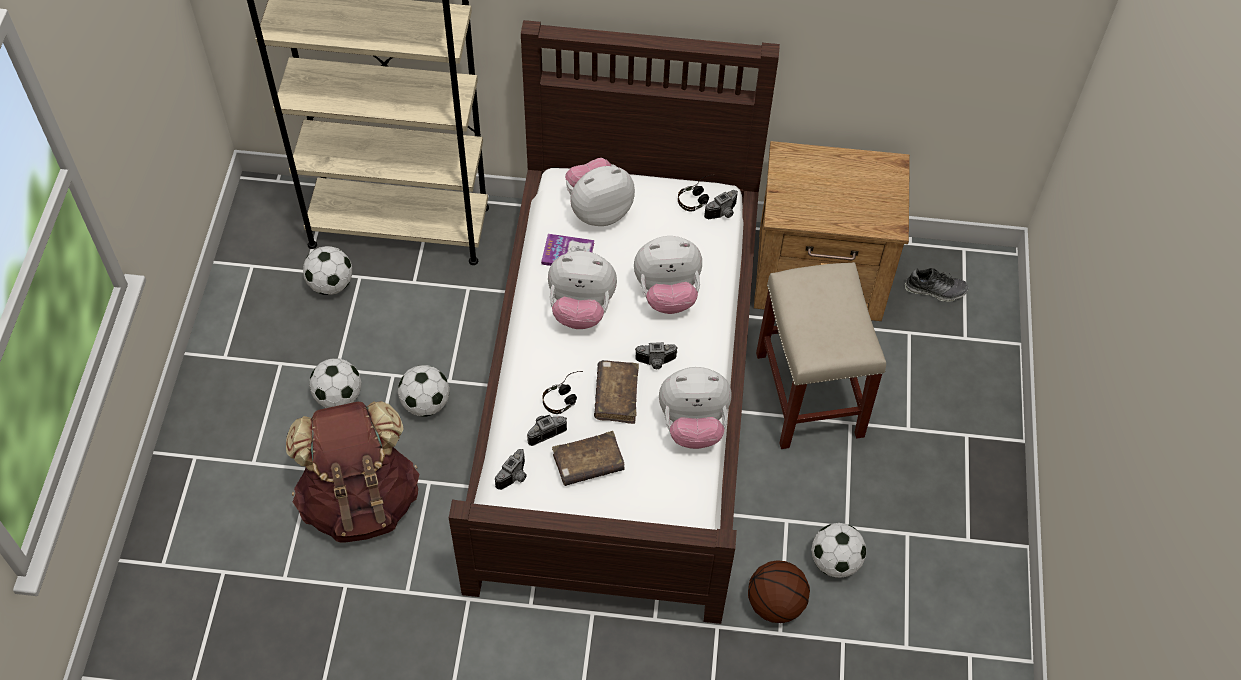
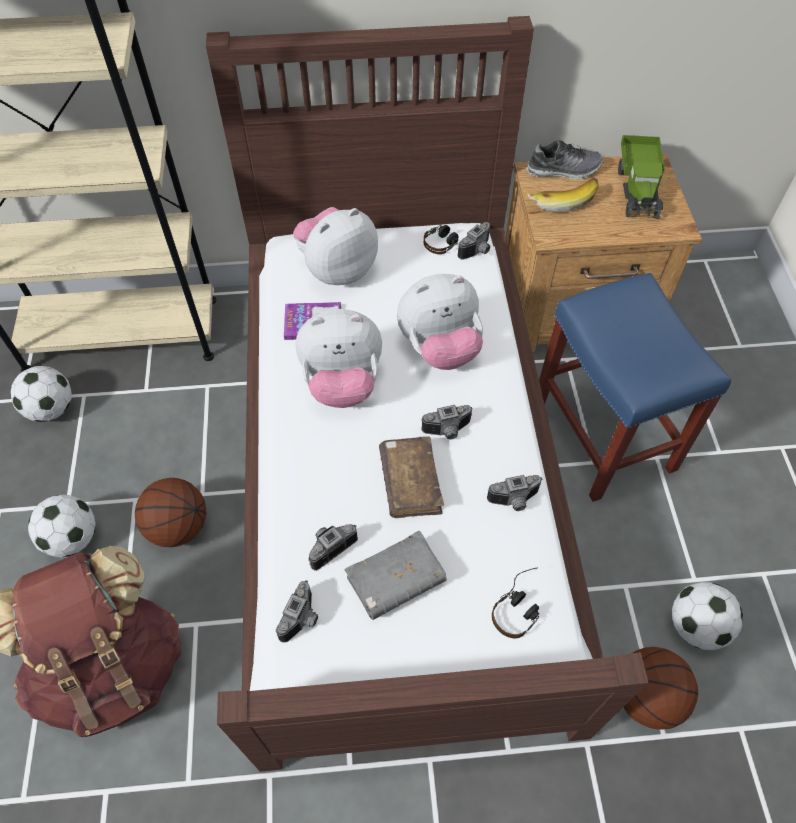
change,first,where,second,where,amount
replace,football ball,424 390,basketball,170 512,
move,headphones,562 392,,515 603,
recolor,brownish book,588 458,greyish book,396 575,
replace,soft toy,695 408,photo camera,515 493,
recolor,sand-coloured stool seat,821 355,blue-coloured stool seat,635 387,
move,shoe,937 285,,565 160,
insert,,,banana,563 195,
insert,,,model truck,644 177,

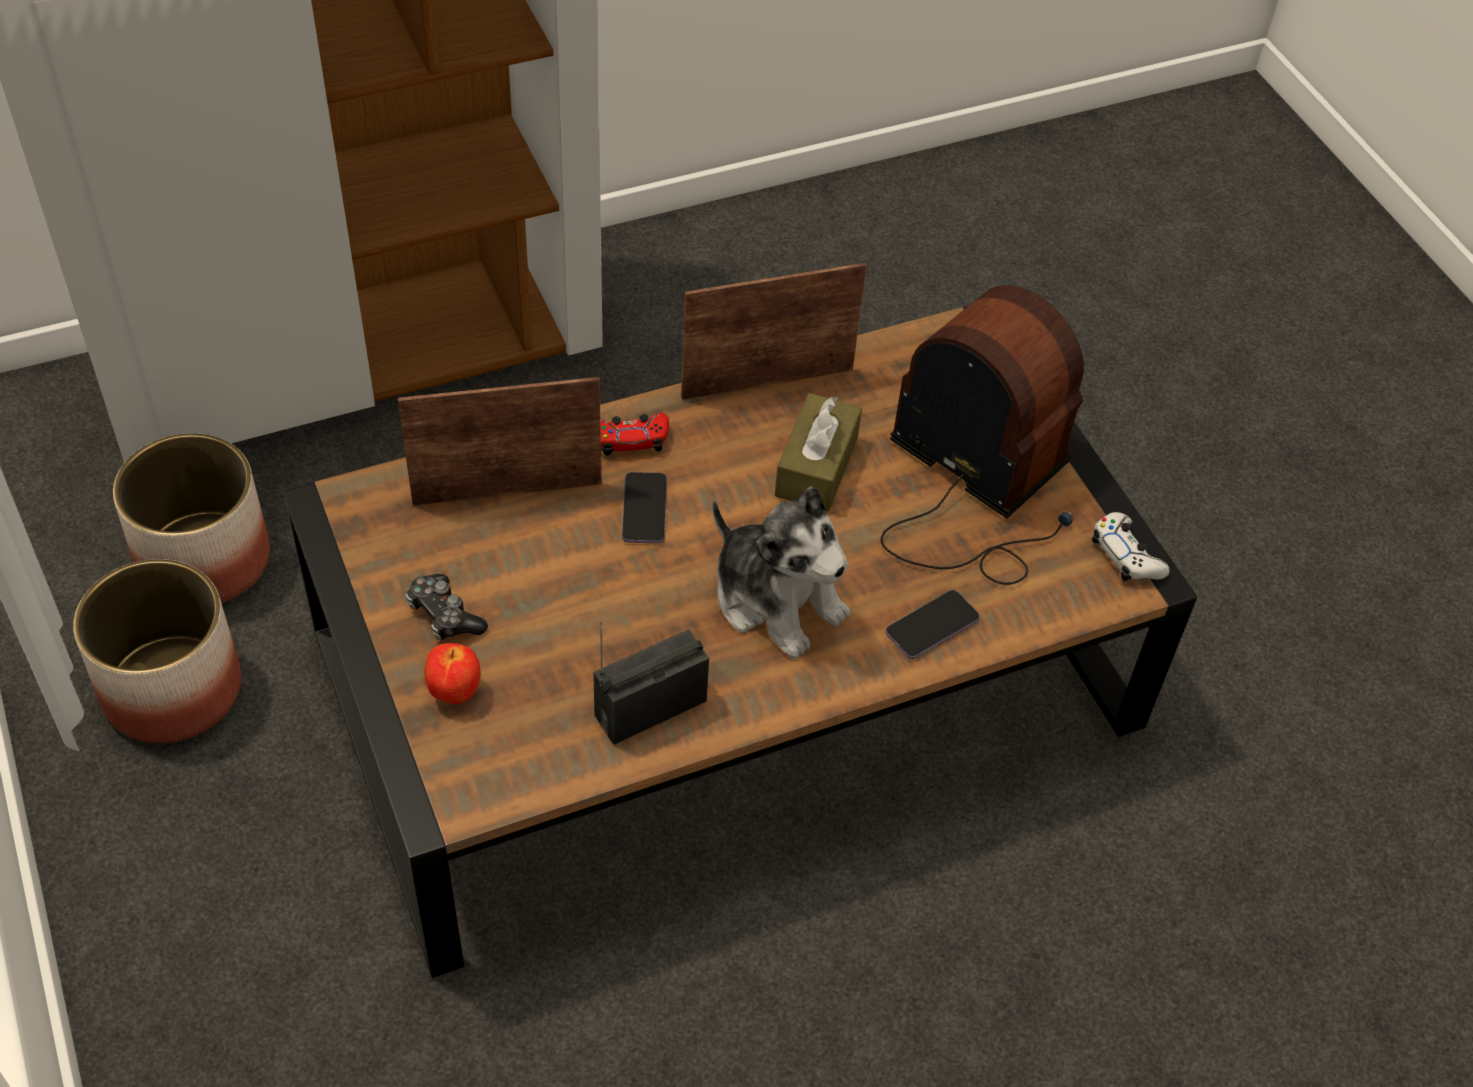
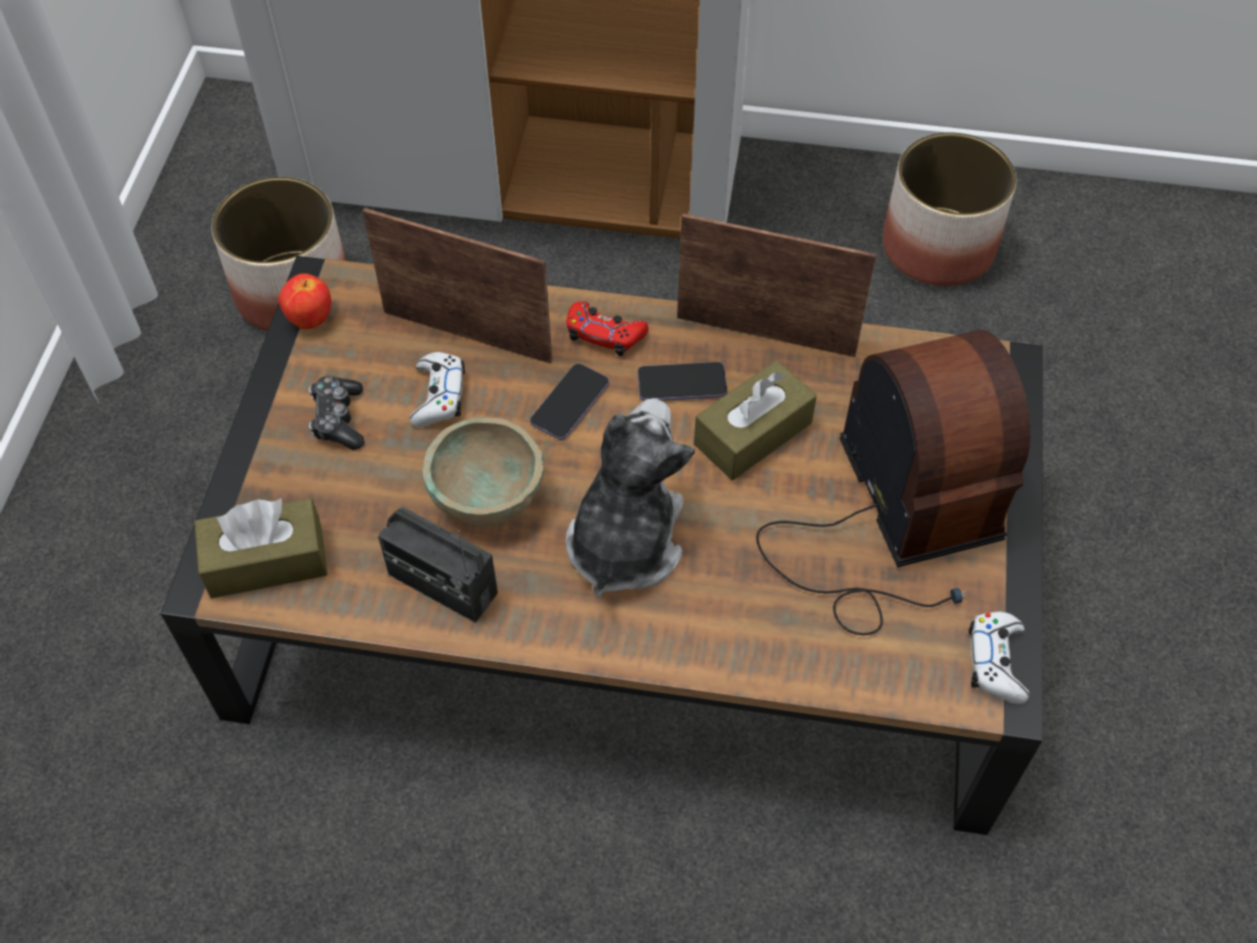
change,first,where,second,where,amount
move,planter,157 651,,950 209,
move,whole apple,452 673,,305 301,
rotate,radio receiver,651 683,,438 565,150 degrees counterclockwise
rotate,soft toy,781 572,,630 497,150 degrees counterclockwise
move,phone,932 624,,682 381,
insert,,,brownish tissue box,261 548,
insert,,,whitish joypad,437 389,
insert,,,sand-coloured bowl,483 471,

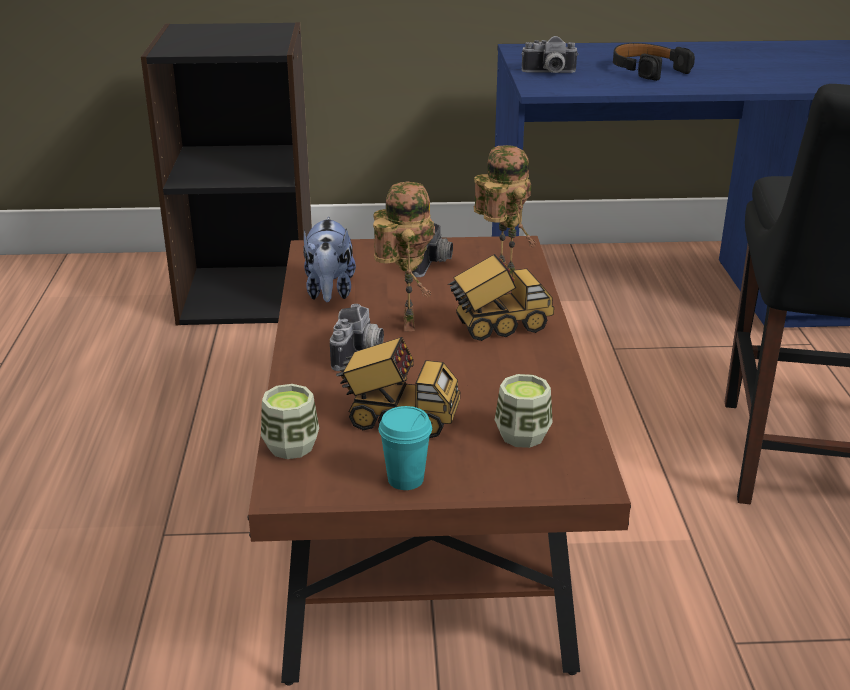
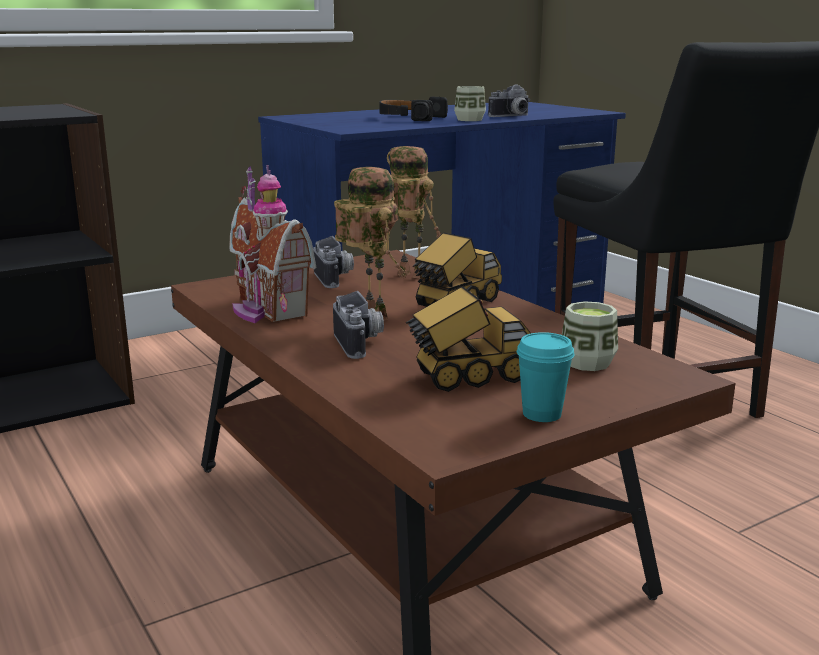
change,first,where,second,where,amount
move,cup,290 421,,470 103,
replace,soft toy,329 259,toy house,273 243,
move,photo camera,550 54,,509 100,

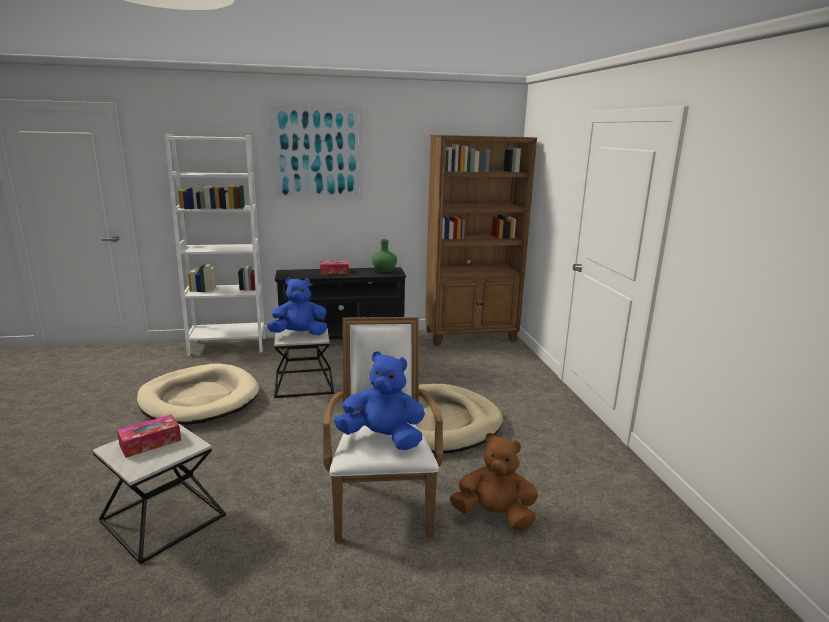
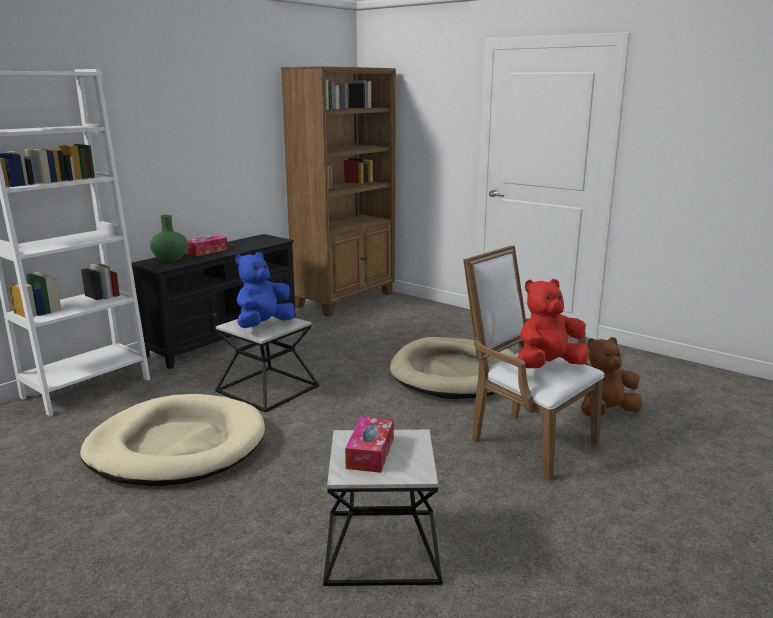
change,first,where,second,where,amount
delete,wall art,315 152,,,
recolor,blue-coloured soft toy,379 400,red soft toy,553 323,
move,greenish flower vase,384 256,,168 238,

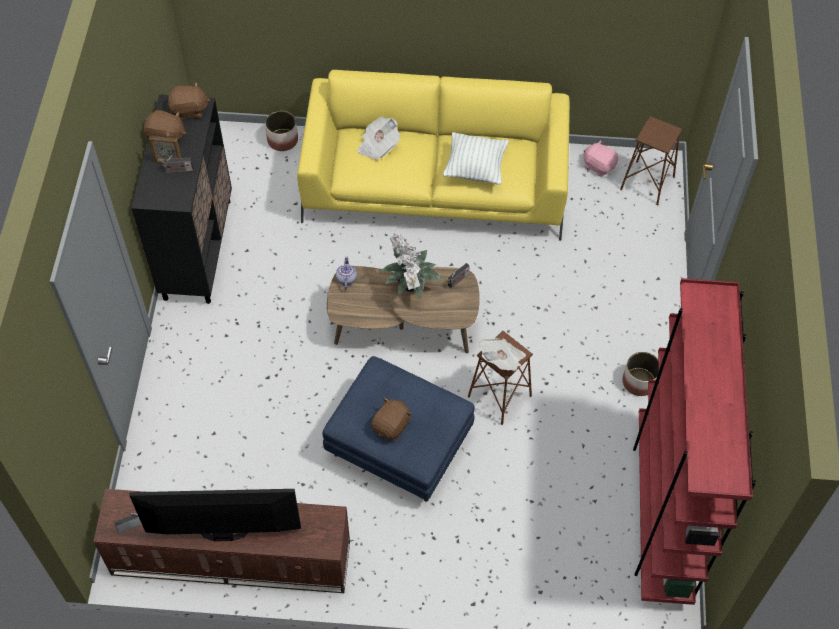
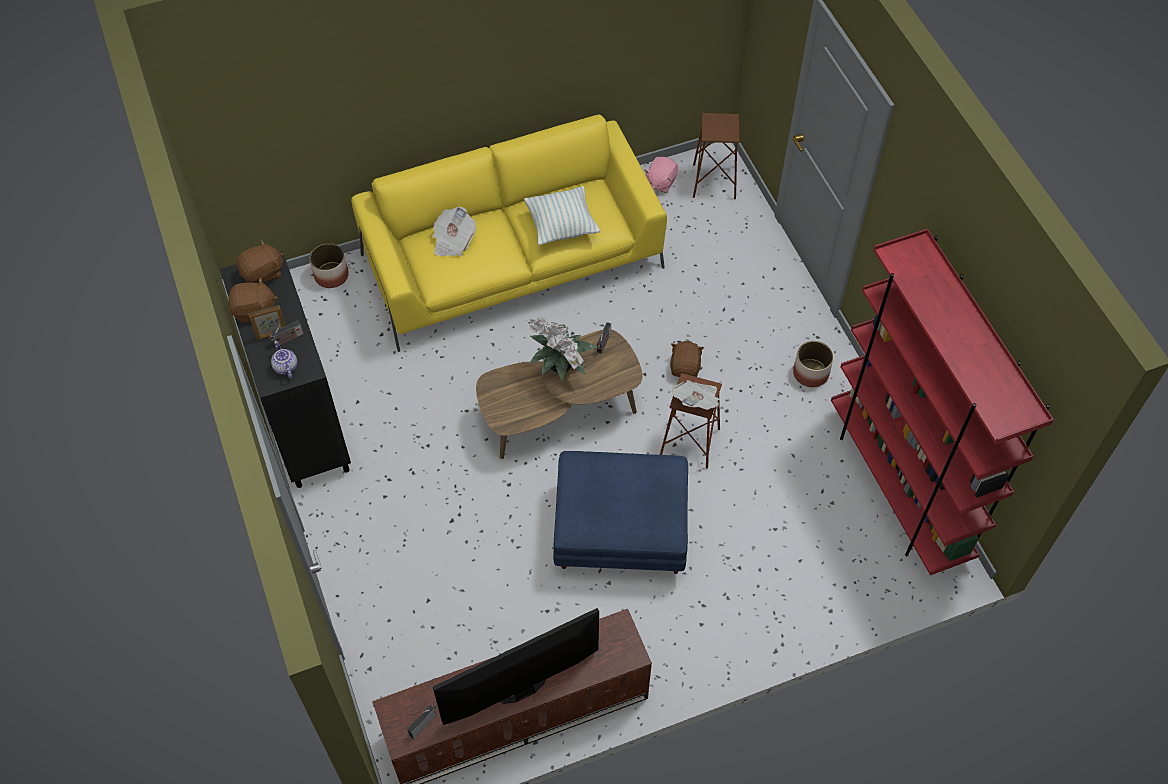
change,first,where,second,where,amount
move,tea pot,346 272,,284 359,
move,brownish soft toy,391 419,,687 359,
rotate,pink-coloured soft toy,600 158,,661 175,75 degrees counterclockwise

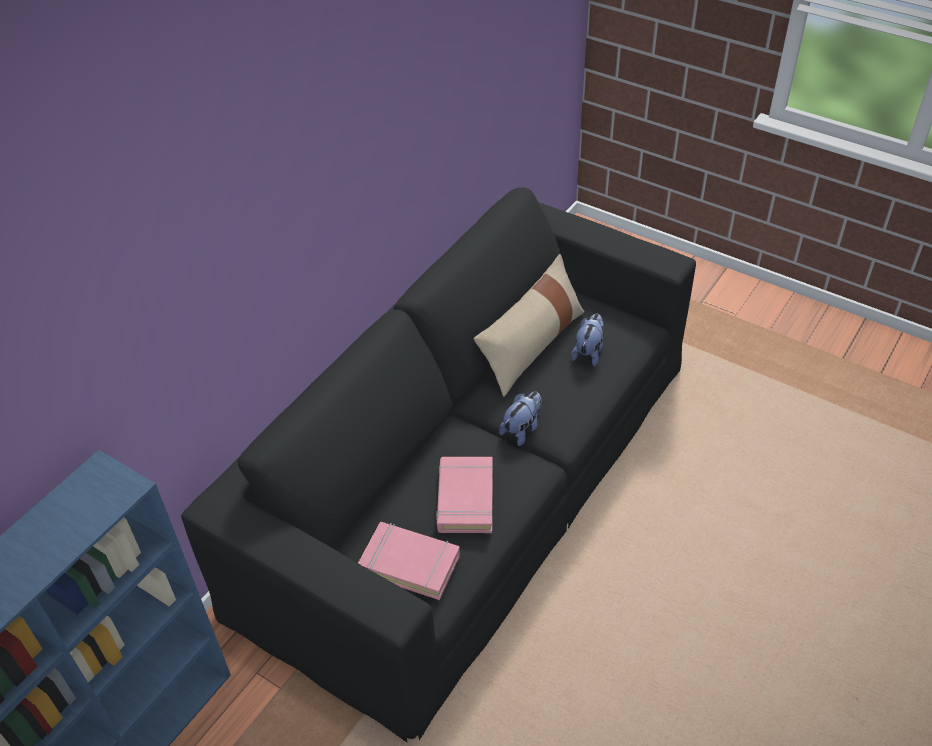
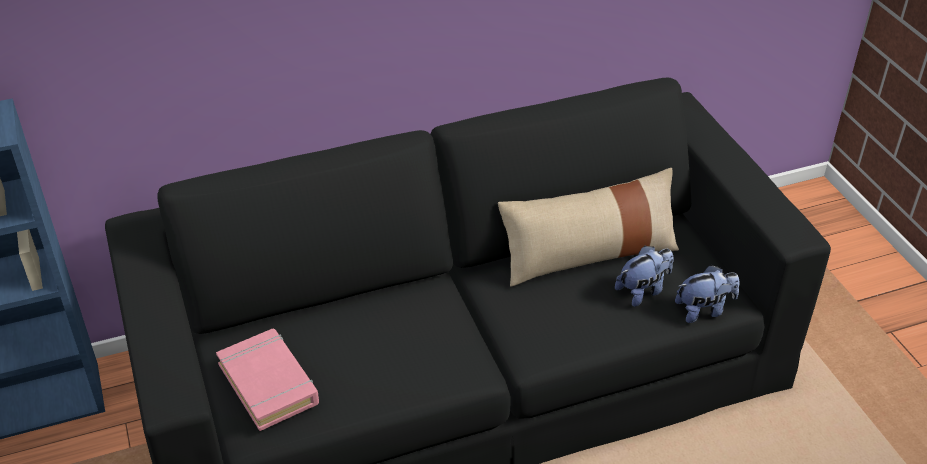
change,first,where,second,where,amount
delete,pink-coloured book,464 495,,,
move,soft toy,520 419,,707 294,

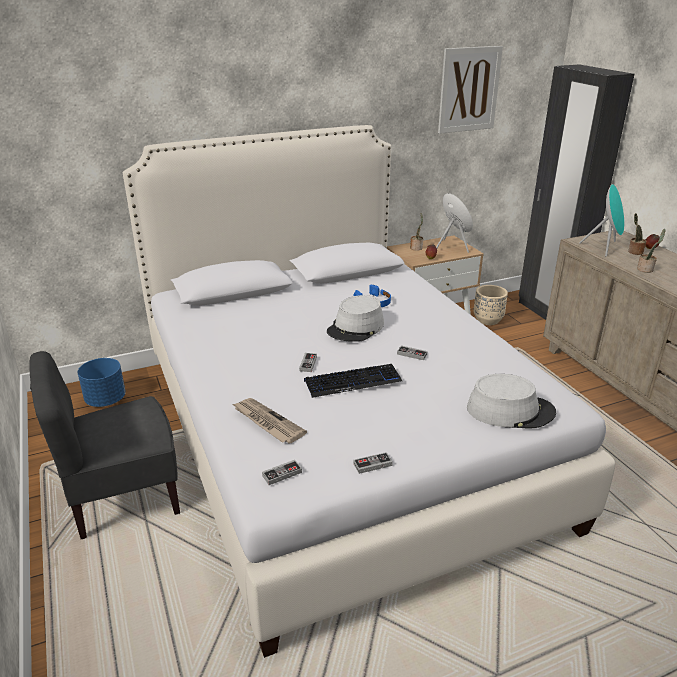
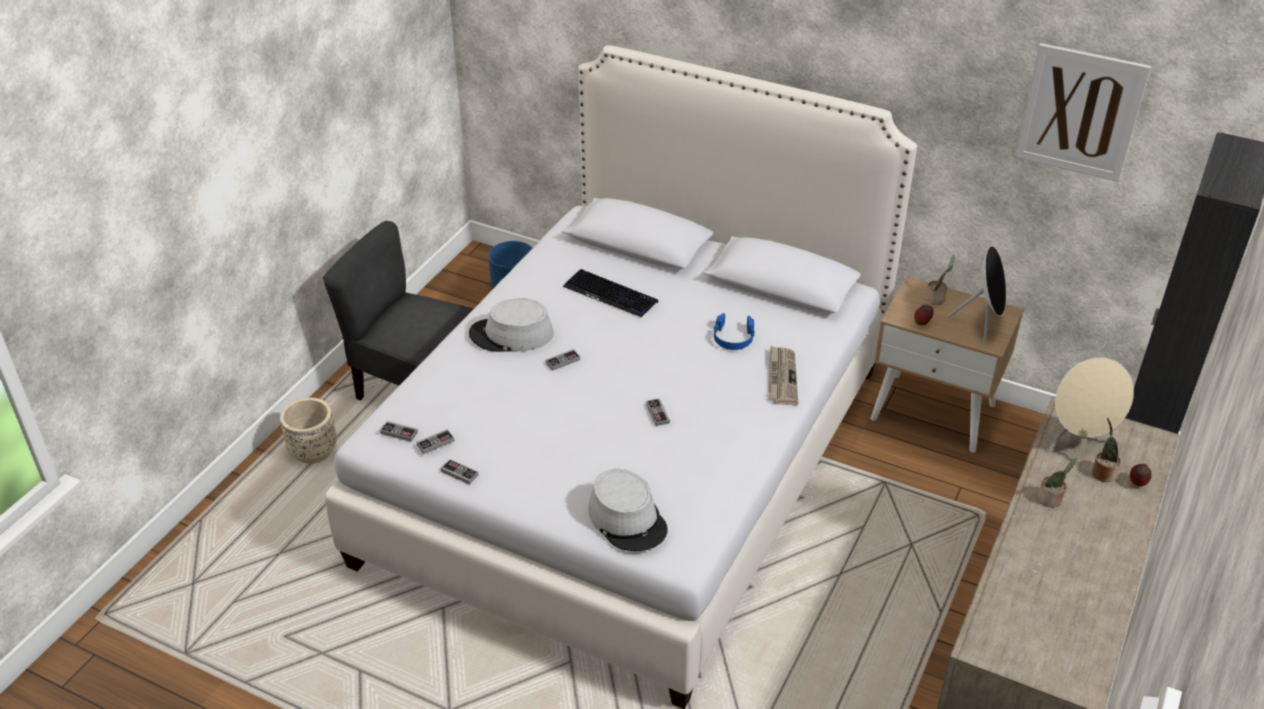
change,first,where,second,where,amount
move,daily paper,270 420,,783 375,
move,computer keyboard,353 381,,610 293,
move,greyish clothing hat,355 318,,511 325,
move,sand-coloured planter,490 305,,308 431,
recolor,turquoise audio speaker,601 220,sand-coloured audio speaker,1090 405,
insert,,,joypad,435 441,

